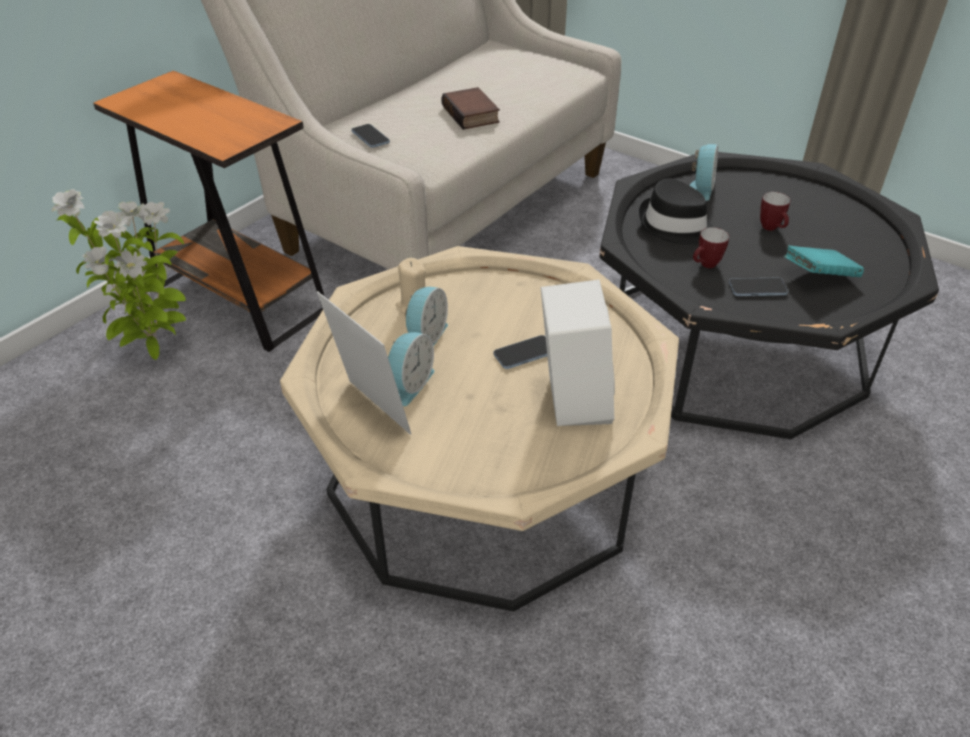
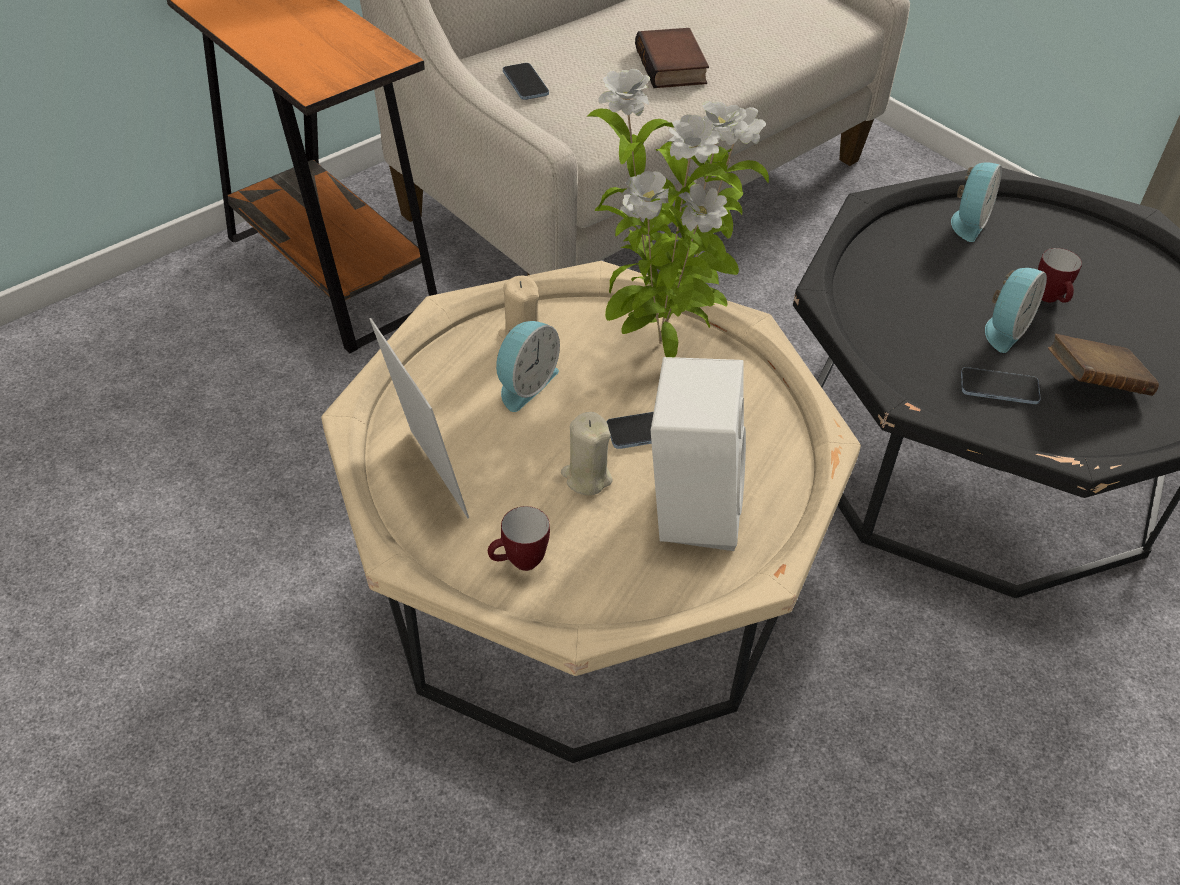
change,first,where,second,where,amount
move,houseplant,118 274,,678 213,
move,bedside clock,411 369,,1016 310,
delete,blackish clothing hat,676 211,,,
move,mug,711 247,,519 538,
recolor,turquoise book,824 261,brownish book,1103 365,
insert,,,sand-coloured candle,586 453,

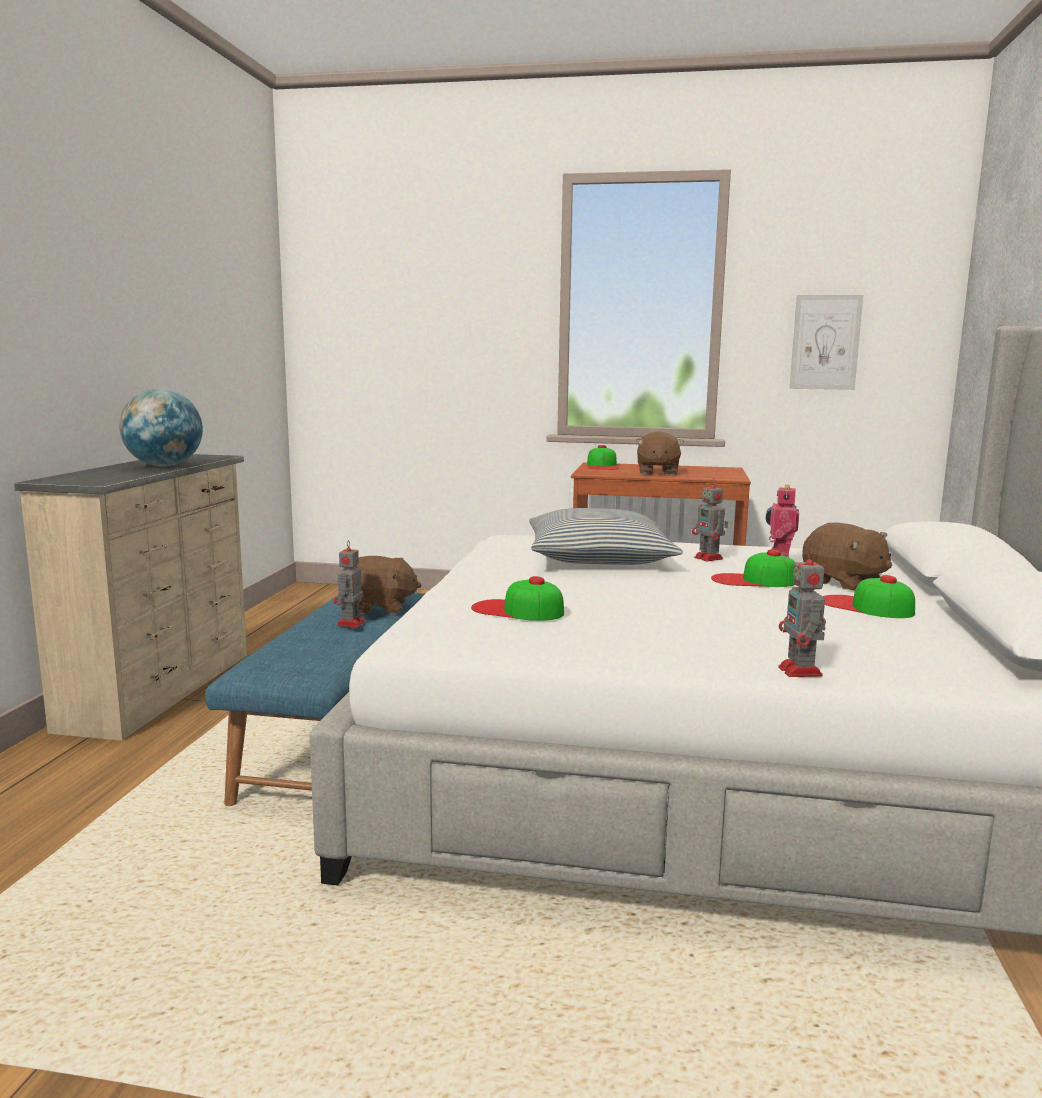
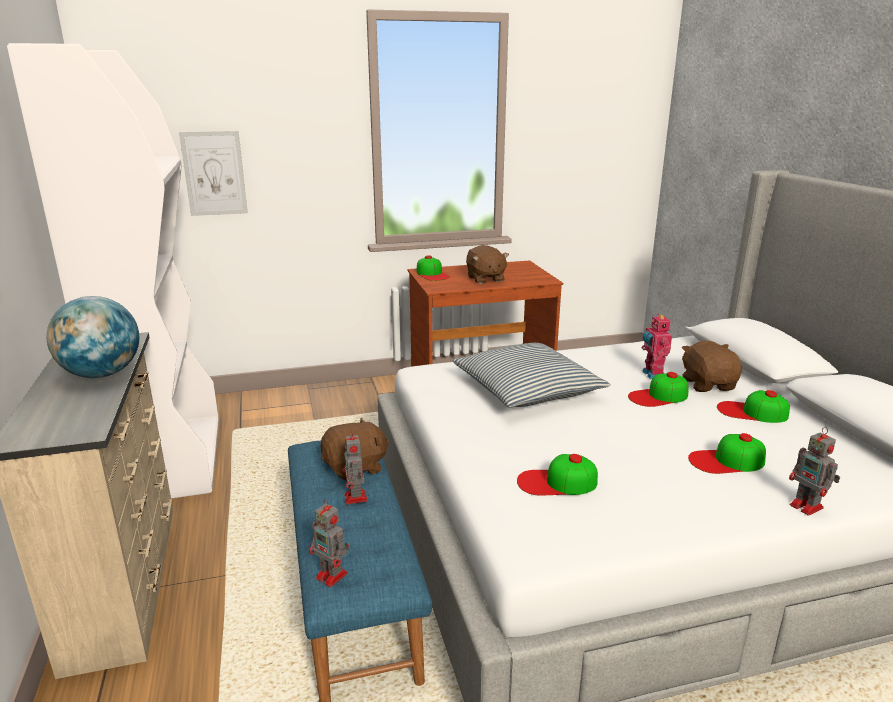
change,first,where,second,where,amount
move,toy robot,710 520,,329 543,
move,wall art,826 342,,213 173,
rotate,brownish soft toy,847 557,,711 366,120 degrees counterclockwise
insert,,,whitish bookcase,113 270,
insert,,,baseball cap,727 453,

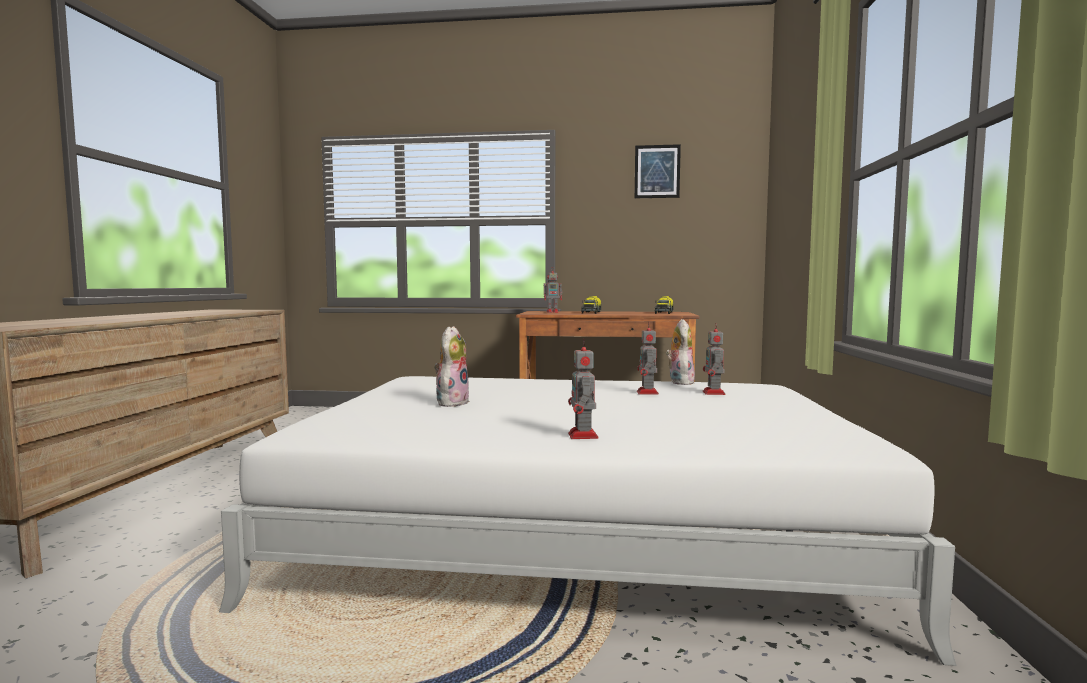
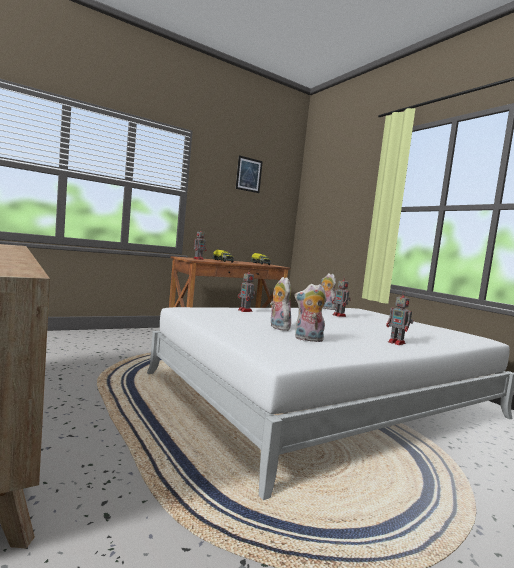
change,first,where,second,where,amount
move,toy robot,714 359,,246 292,
insert,,,soft toy,310 313,

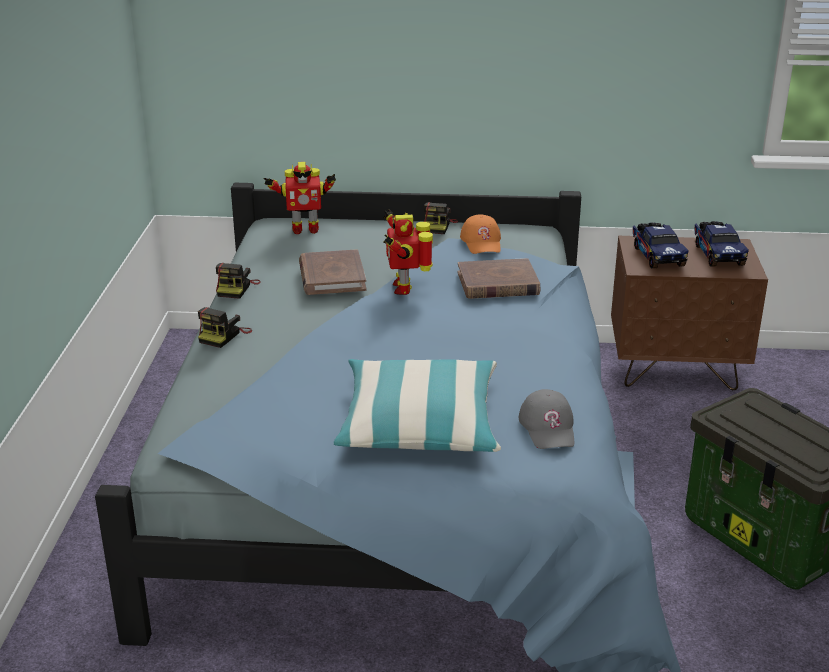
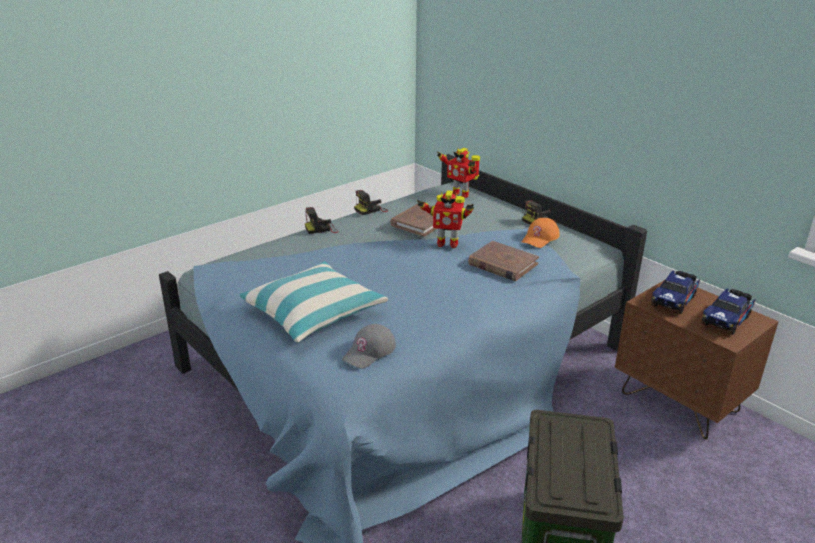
change,first,where,second,where,amount
rotate,toy robot,408 252,,445 219,120 degrees counterclockwise

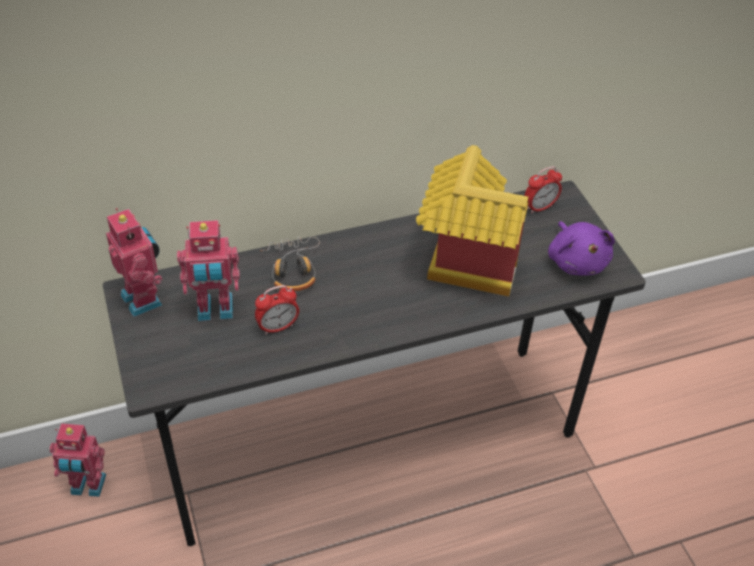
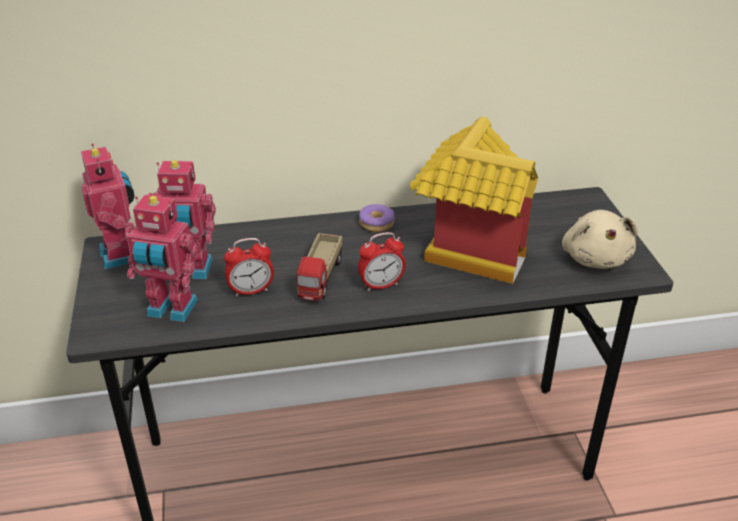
change,first,where,second,where,amount
move,toy robot,78 460,,161 258,
delete,headphones,290 263,,,
move,bedside clock,543 190,,382 261,
recolor,purplish soft toy,581 248,sand-coloured soft toy,599 239,
insert,,,model truck,320 267,
insert,,,doughnut,377 218,

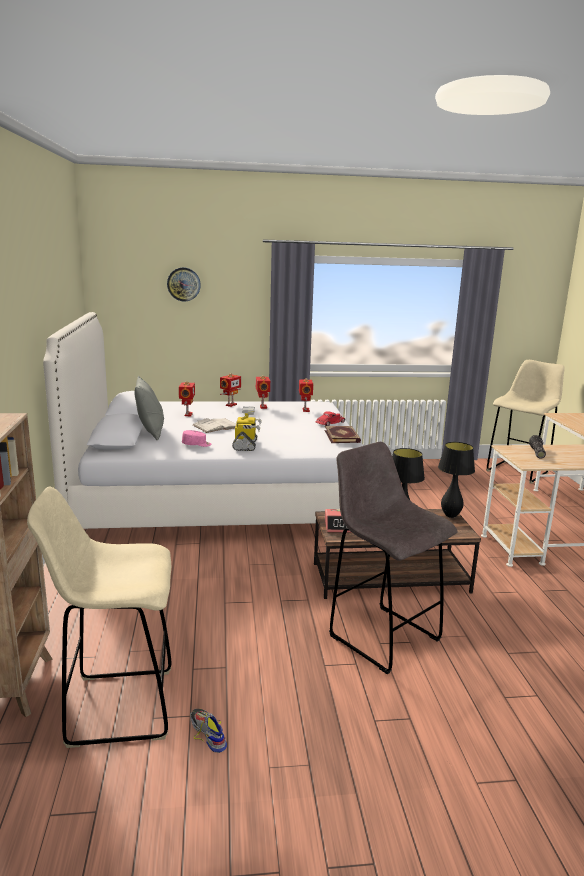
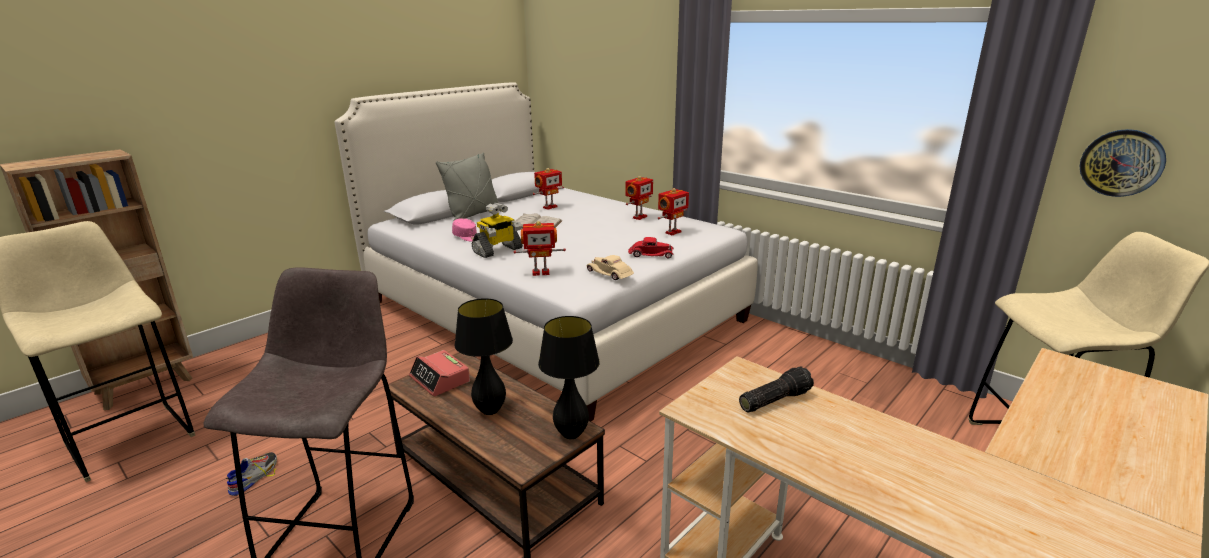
change,first,where,second,where,amount
move,wall clock,184 284,,1123 163,
move,shoe,208 731,,251 474,
move,toy robot,230 390,,539 248,
replace,book,343 434,sand-coloured miniature car,610 267,

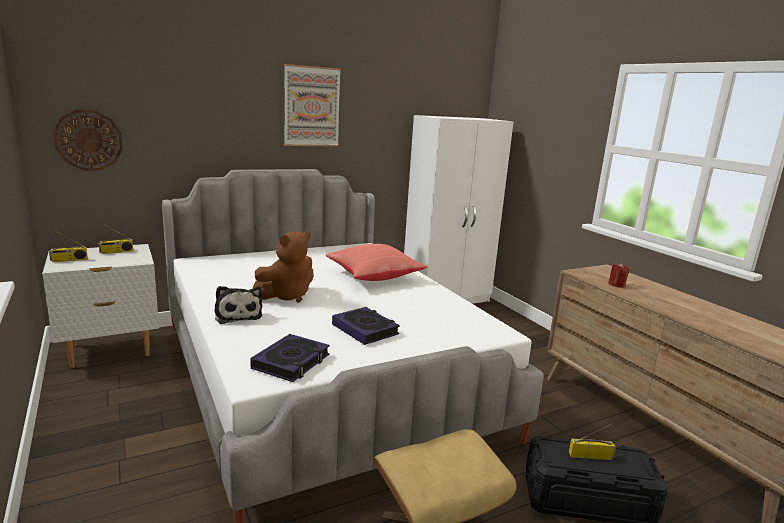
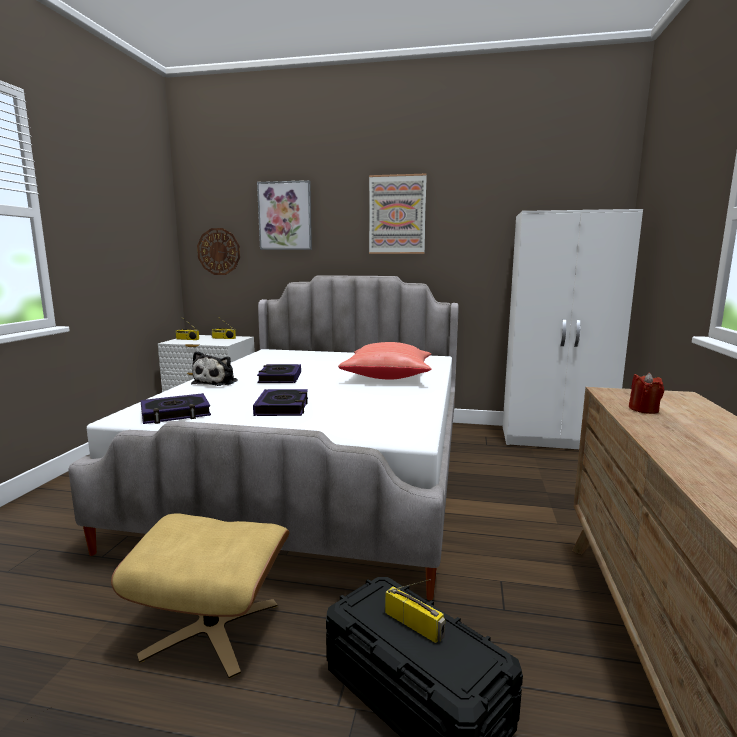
change,first,where,second,where,amount
replace,brownish soft toy,283 267,book,279 373,
insert,,,wall art,284 215,

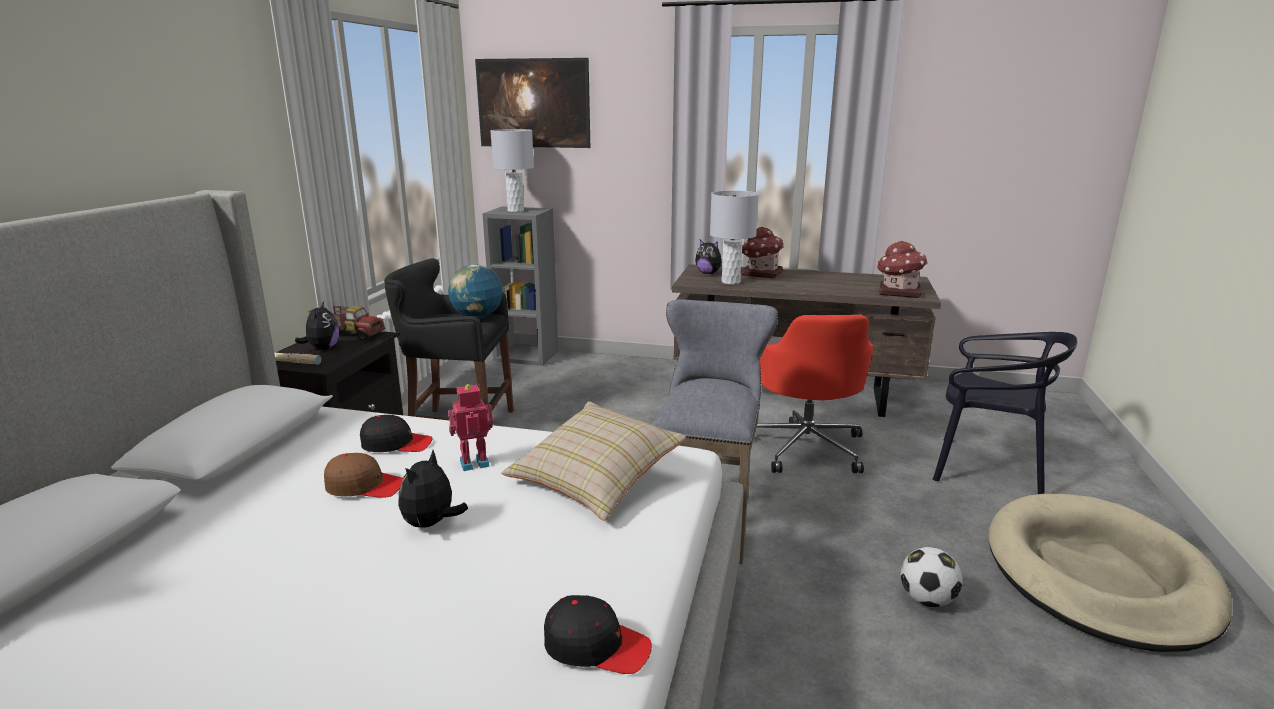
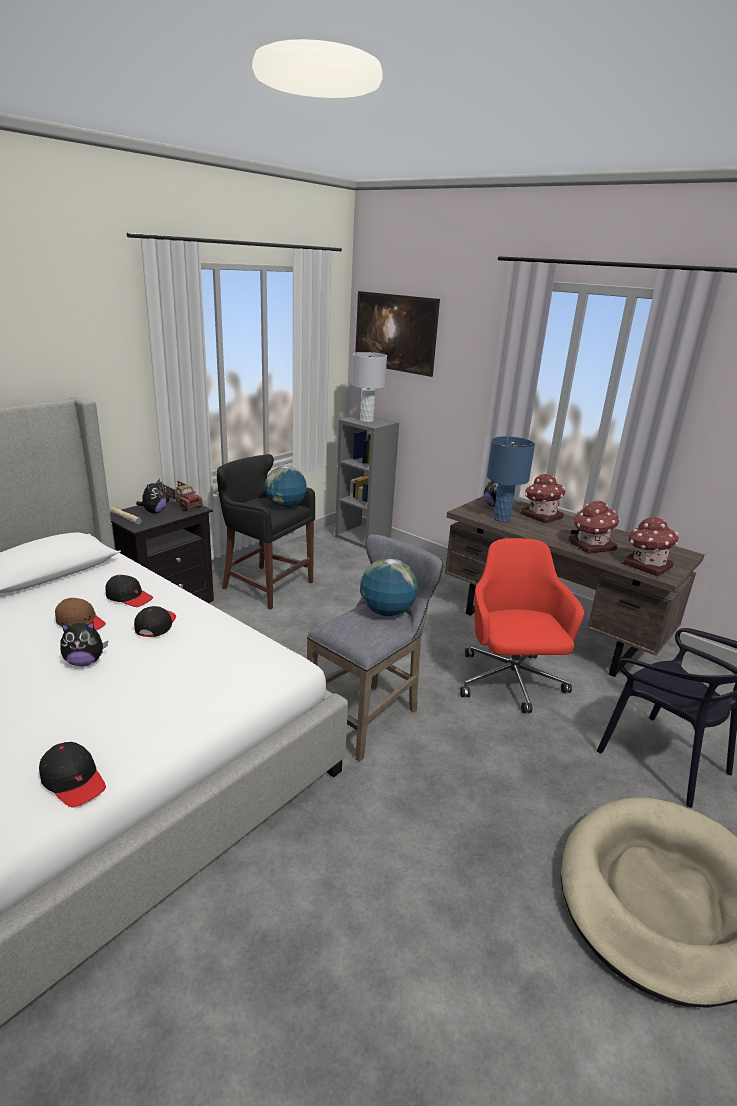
change,first,where,second,where,amount
rotate,soft toy,433 489,,84 643,150 degrees counterclockwise
replace,toy robot,471 427,blackish baseball cap,155 621,
delete,sand-coloured cushion,594 461,,,
recolor,greyish table lamp,734 237,blue-coloured table lamp,511 479,
rotate,red computer chair,815 394,,522 625,150 degrees clockwise
delete,football ball,932 577,,,
insert,,,globe,389 587,
insert,,,toy house,594 527,

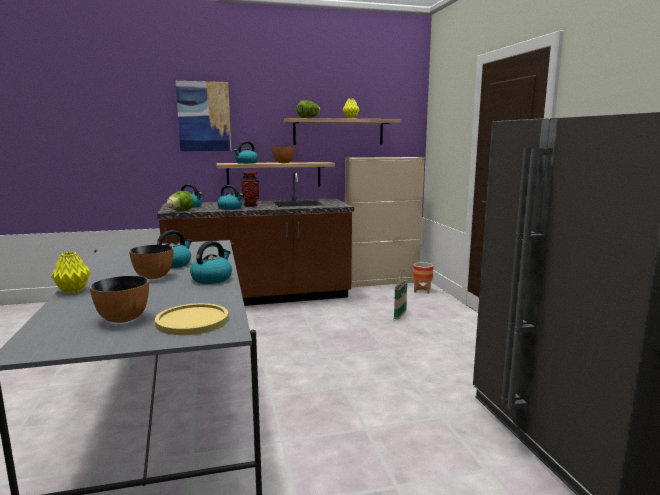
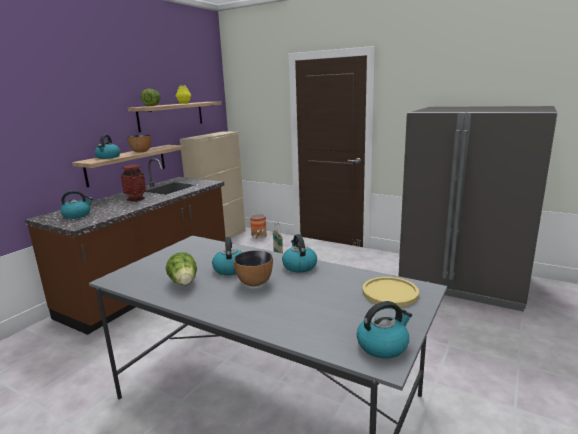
change,first,where,second,where,amount
delete,yellowish flower vase,70 273,,,
delete,bowl,119 299,,,
move,lettuce,180 201,,181 269,
delete,wall art,203 116,,,
move,kettle,230 197,,384 329,

